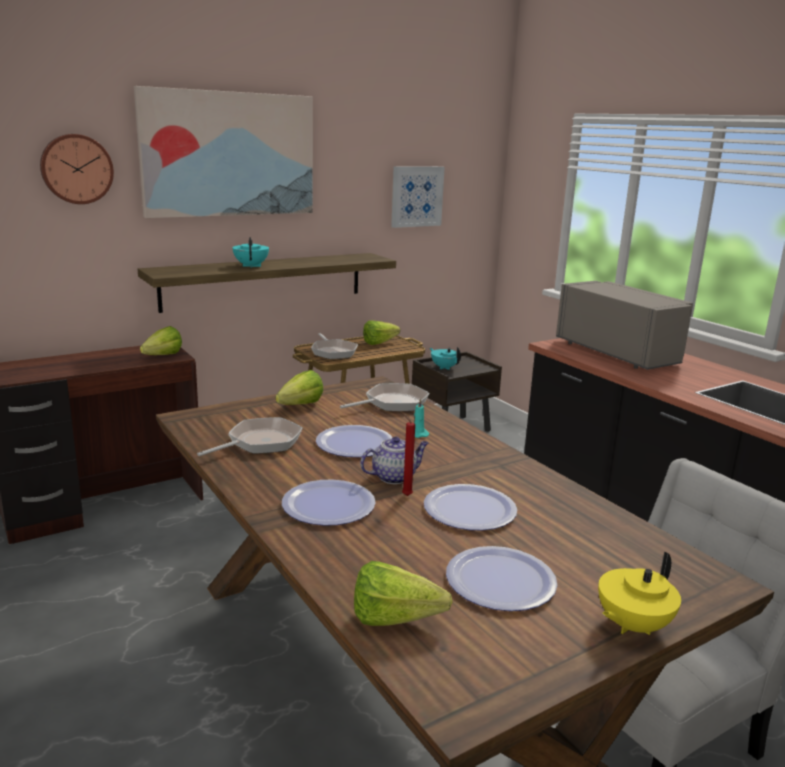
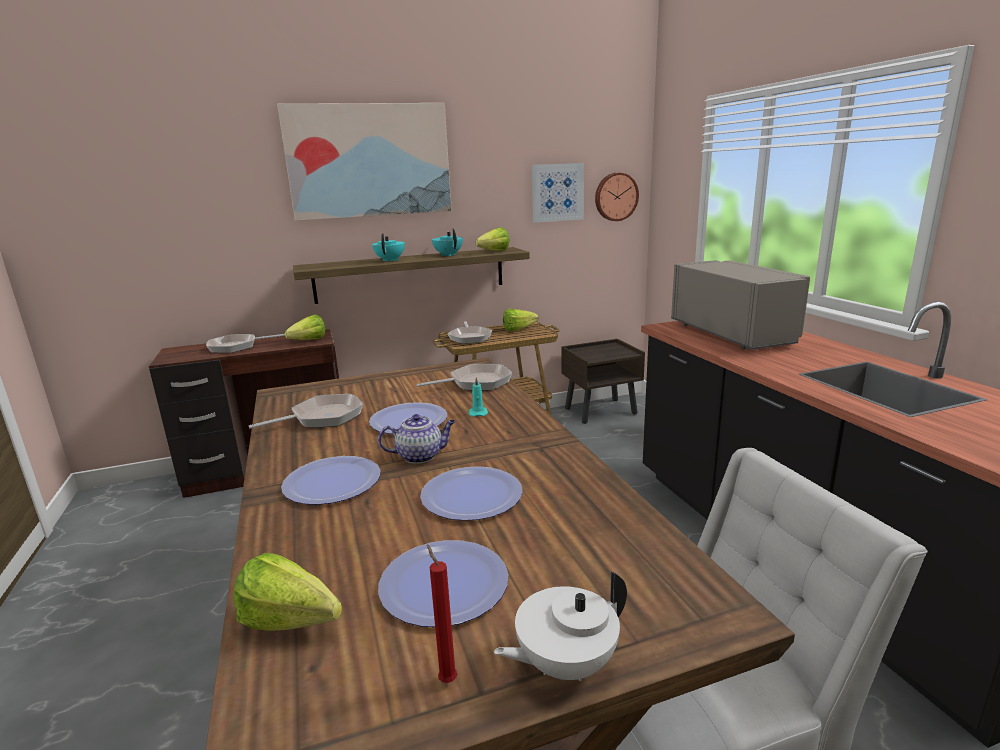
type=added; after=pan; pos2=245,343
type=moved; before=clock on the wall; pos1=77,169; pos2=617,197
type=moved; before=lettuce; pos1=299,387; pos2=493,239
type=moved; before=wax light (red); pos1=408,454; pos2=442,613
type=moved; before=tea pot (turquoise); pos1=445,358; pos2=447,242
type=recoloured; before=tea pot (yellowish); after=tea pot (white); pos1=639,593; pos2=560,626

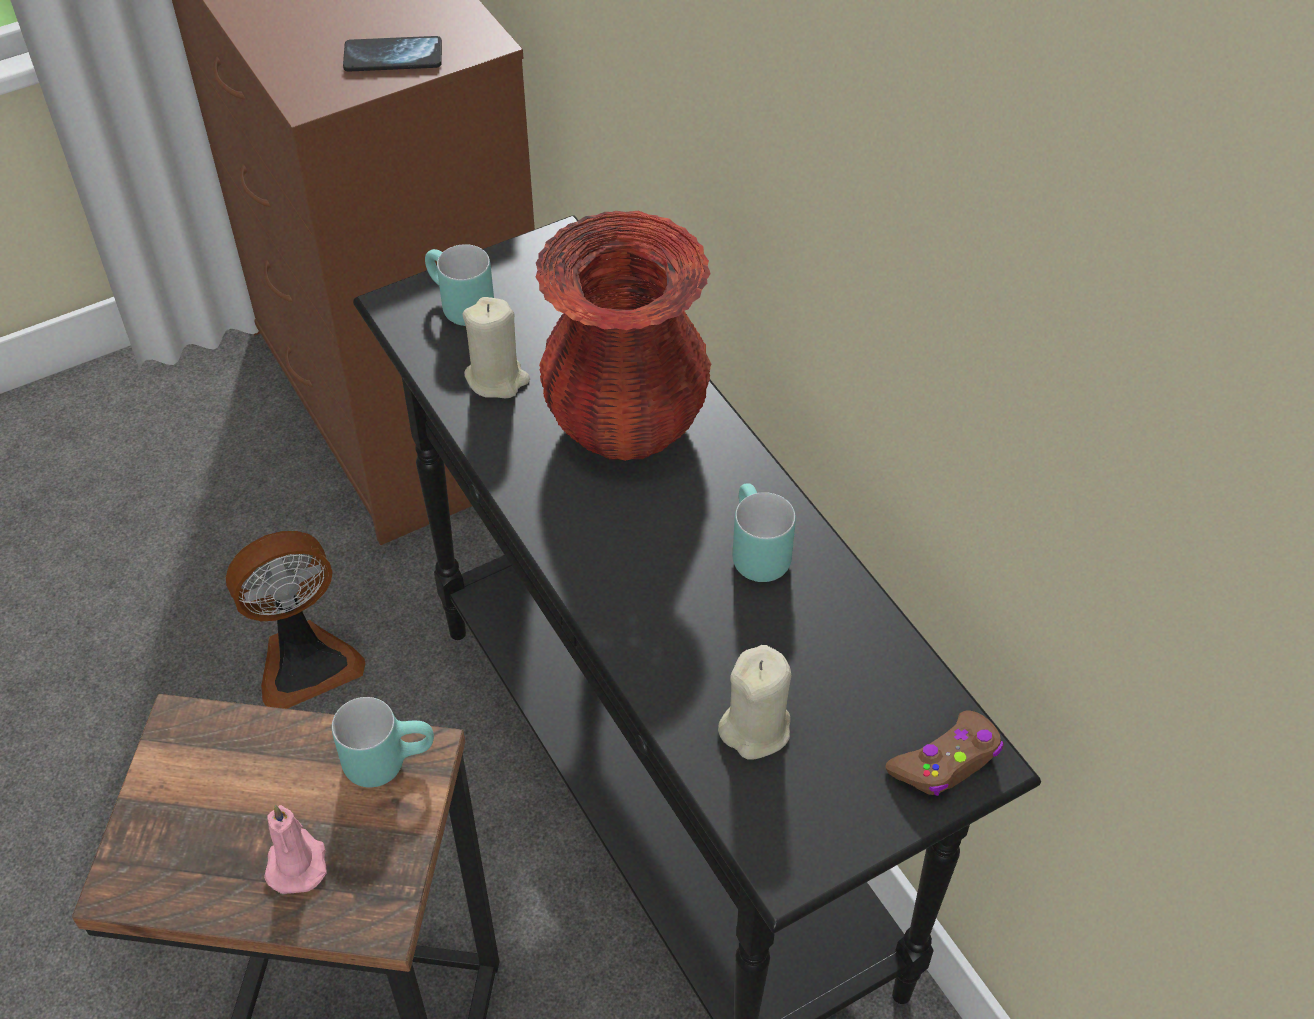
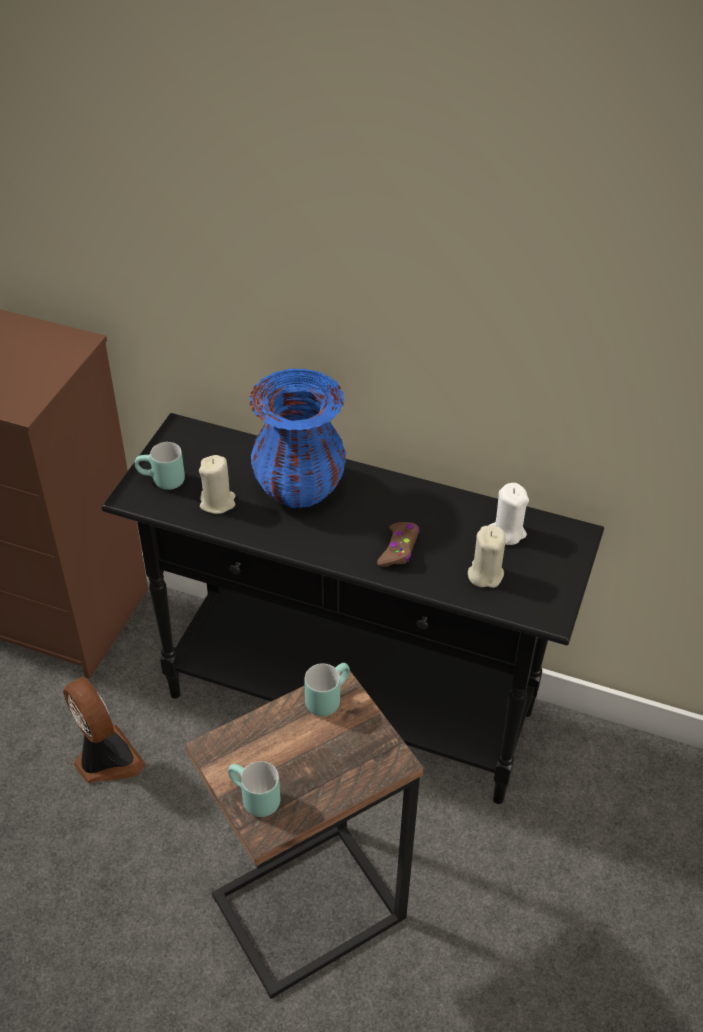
type=removed; before=wax light (pink); pos1=295,849
type=removed; before=phone; pos1=392,54
type=added; after=wax light (white); pos2=509,514
type=moved; before=coffee mug (turquoise); pos1=764,532; pos2=254,789
type=moved; before=gamepad (brown); pos1=944,753; pos2=398,544
type=recoloured; before=flower vase (red); after=flower vase (blue-coloured); pos1=623,336; pos2=297,438
type=turned; before=electric fan; pos1=296,620; pos2=104,730; turn=-60

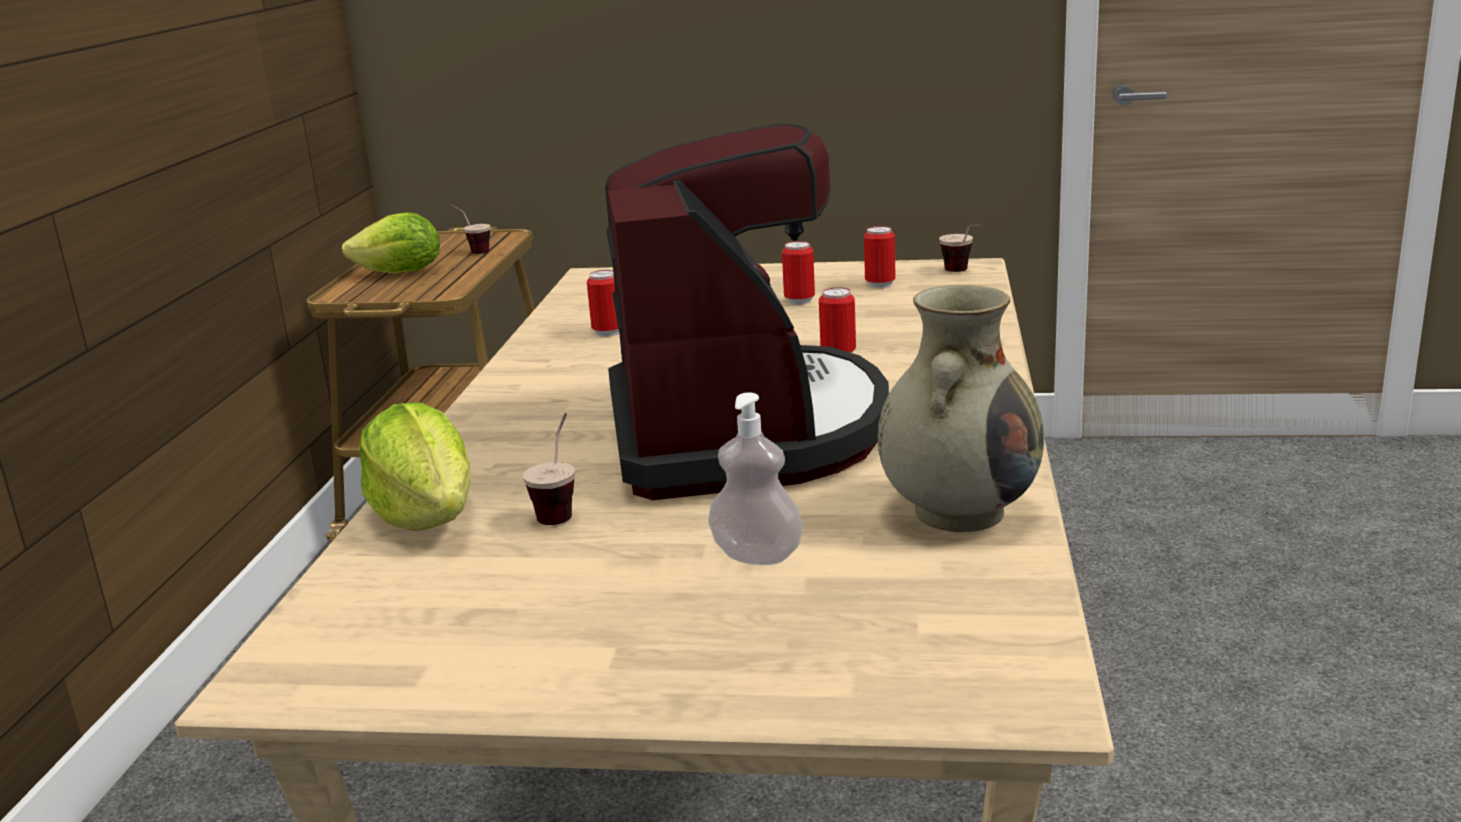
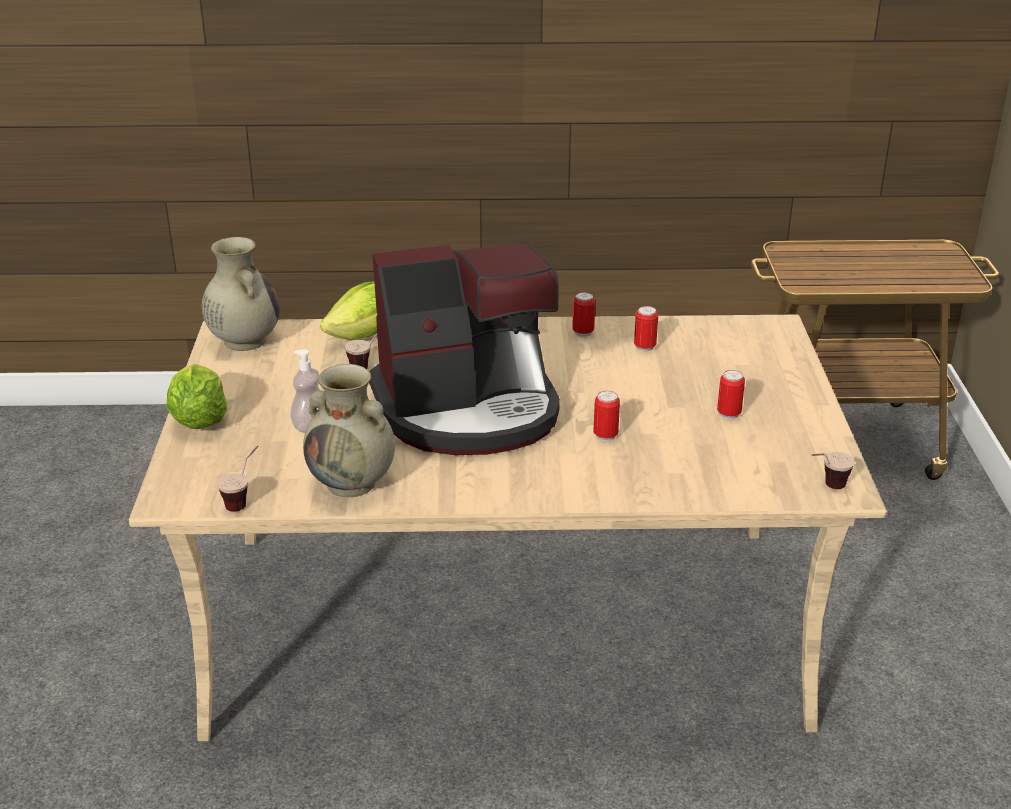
type=added; after=flower vase (beige-coloured); pos2=241,294
type=moved; before=lettuce; pos1=391,243; pos2=197,396
type=moved; before=cup; pos1=471,229; pos2=238,478
type=moved; before=metal can; pos1=880,257; pos2=583,314

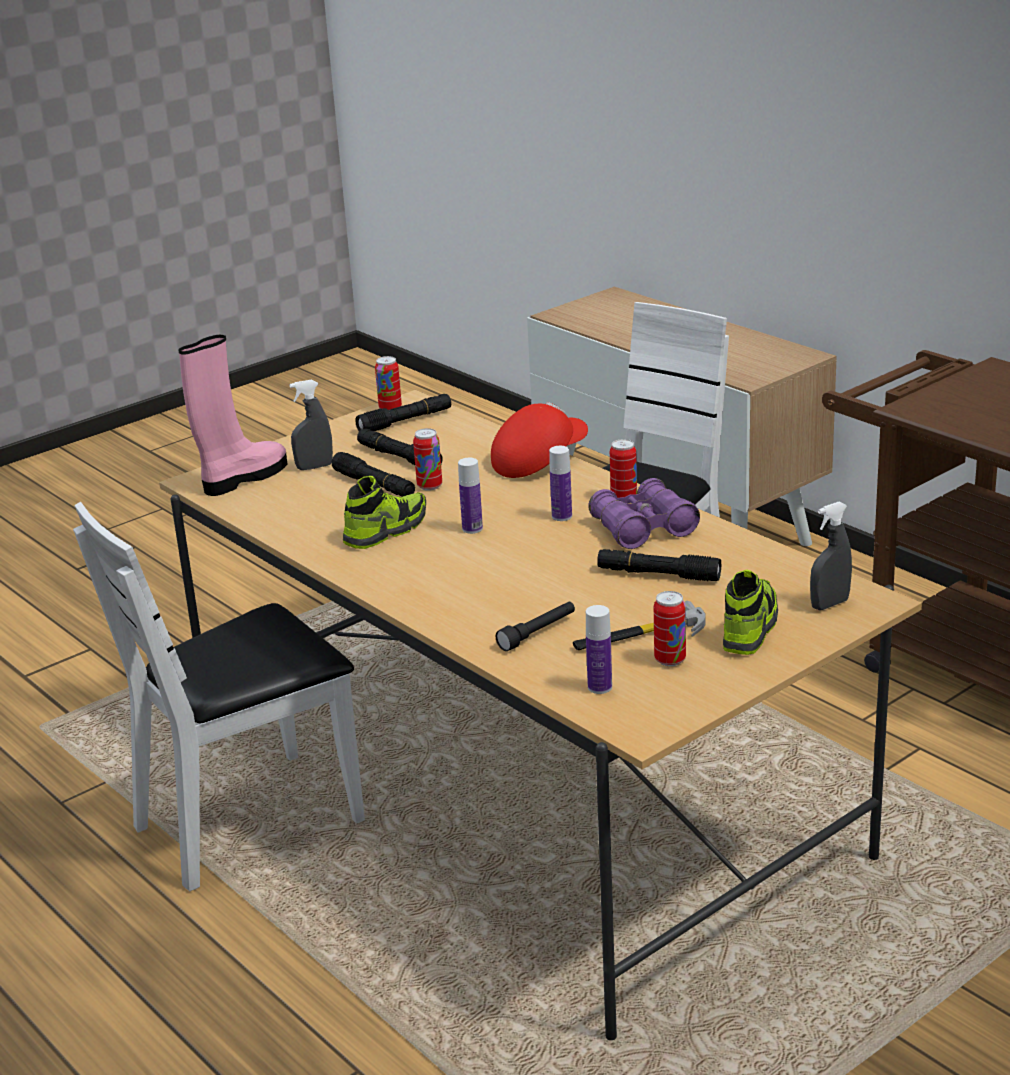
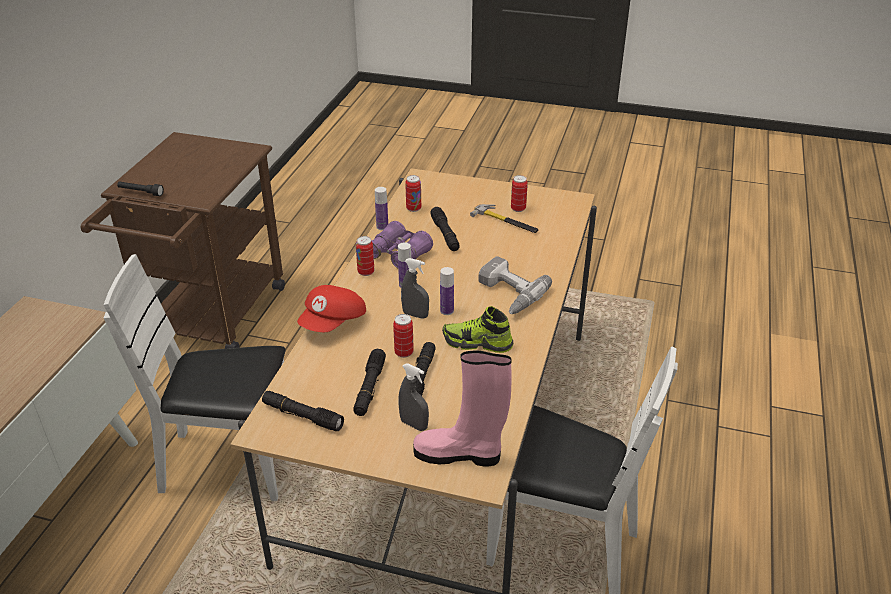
type=removed; before=low shoe; pos1=750,612
type=added; after=drill; pos2=515,285
type=moved; before=metal can; pos1=388,383; pos2=413,193
type=moved; before=hand torch (black-coloured); pos1=535,626; pos2=140,189
type=moved; before=bottle; pos1=599,649; pos2=381,208
type=moved; before=sprayer (greyish); pos1=831,556; pos2=415,288
type=turned; before=cap (red); pos1=539,440; pos2=331,308; turn=-75

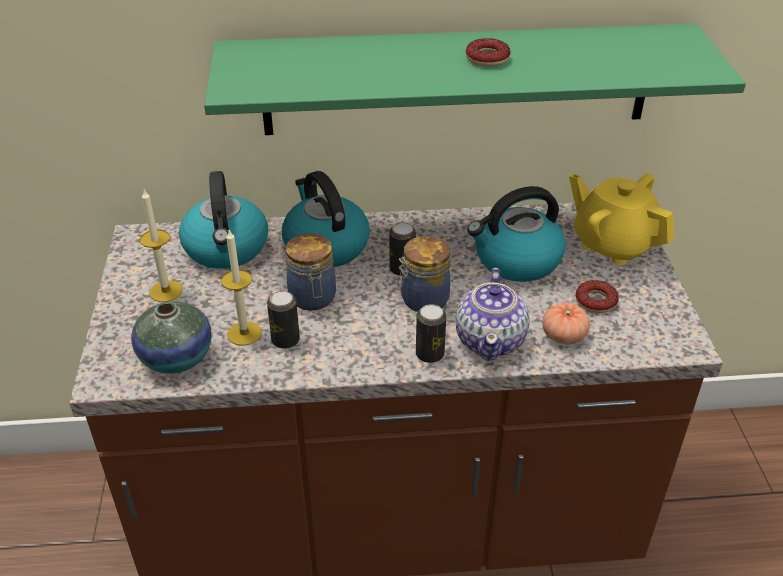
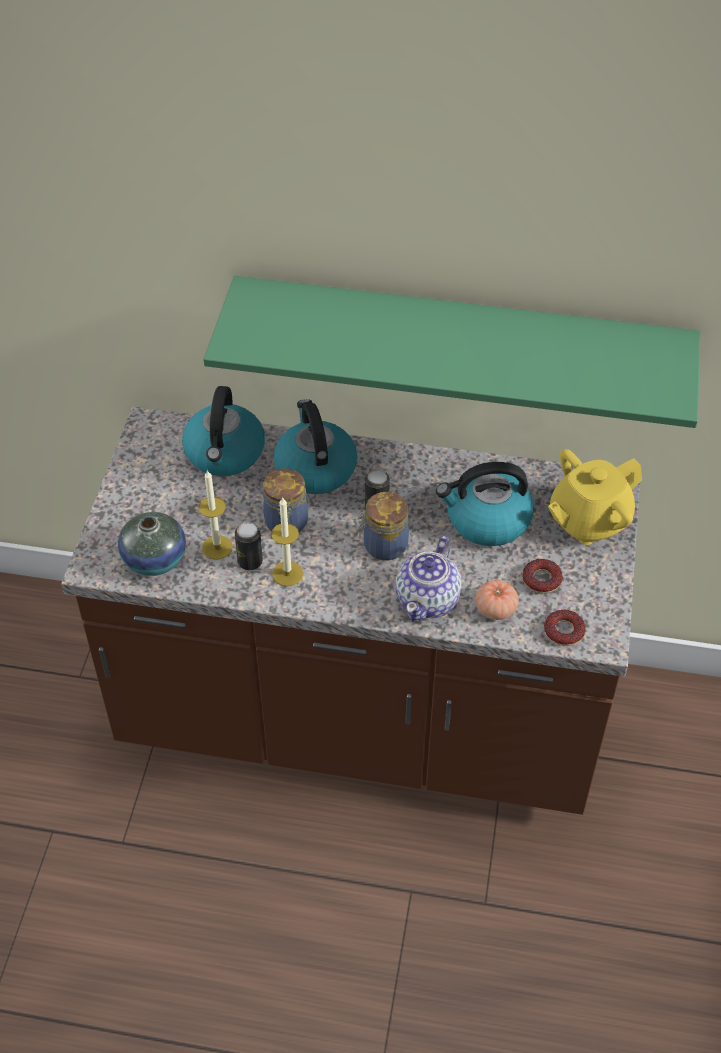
type=removed; before=metal can; pos1=431,333
type=moved; before=wax light; pos1=161,246; pos2=287,542
type=moved; before=doughnut; pos1=488,52; pos2=565,628
type=turned; before=tea pot (yellowish); pos1=621,219; pos2=595,497; turn=-90

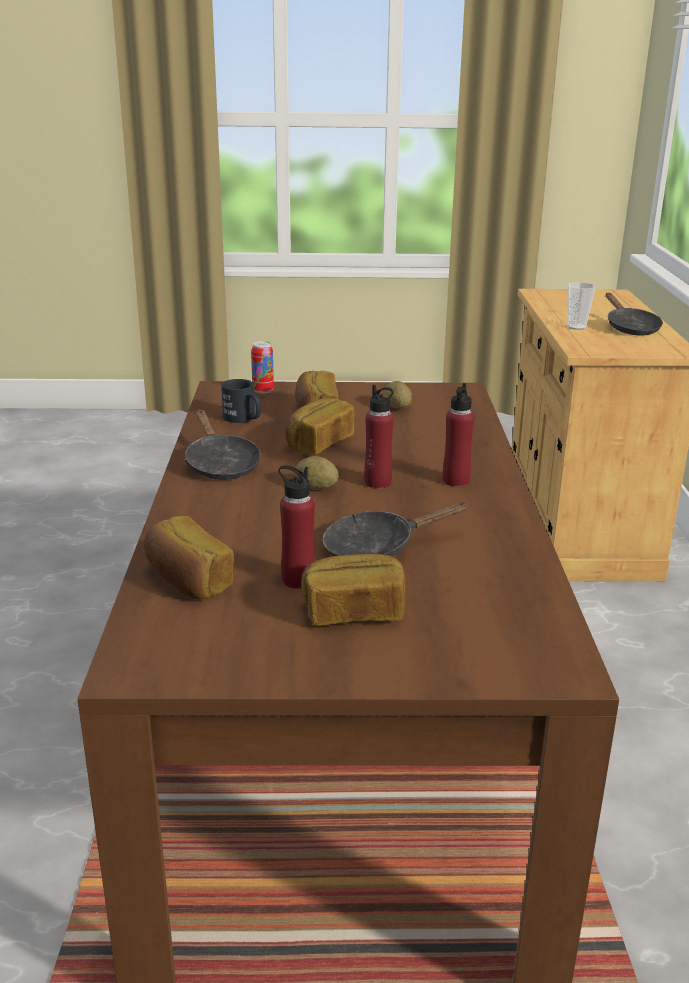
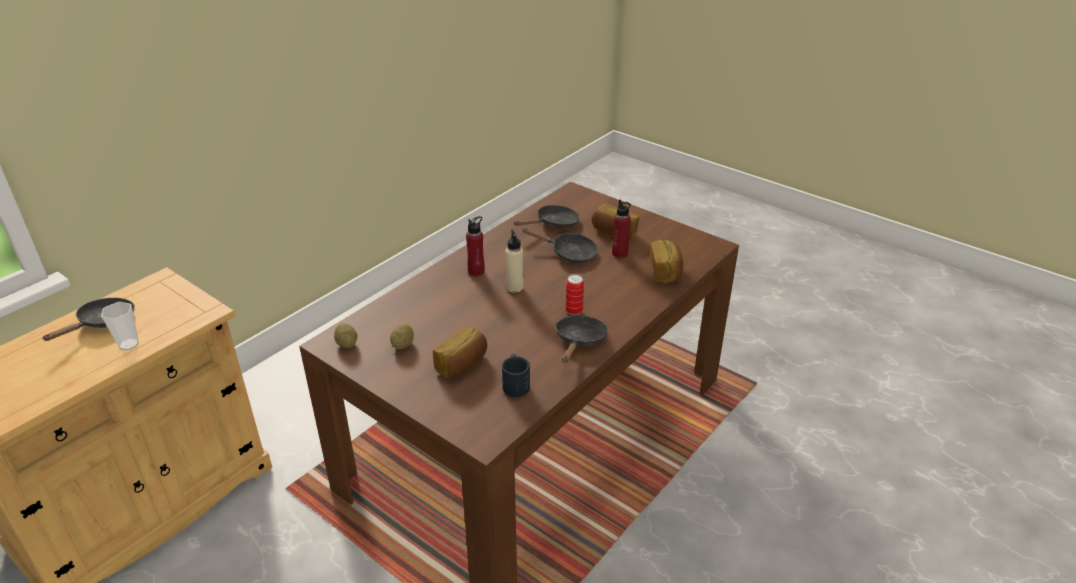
type=removed; before=bakery bread; pos1=319,426
type=added; after=pan (black-coloured); pos2=547,216
type=moved; before=metal can; pos1=262,367; pos2=575,295
type=moved; before=potato; pos1=317,472; pos2=346,335
type=recoloured; before=bottle (red); after=bottle (beige-coloured); pos1=379,437; pos2=514,261

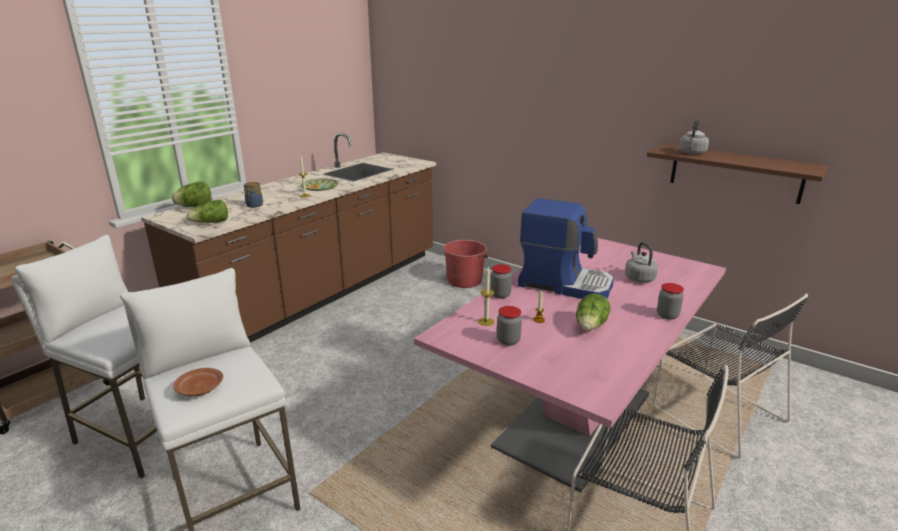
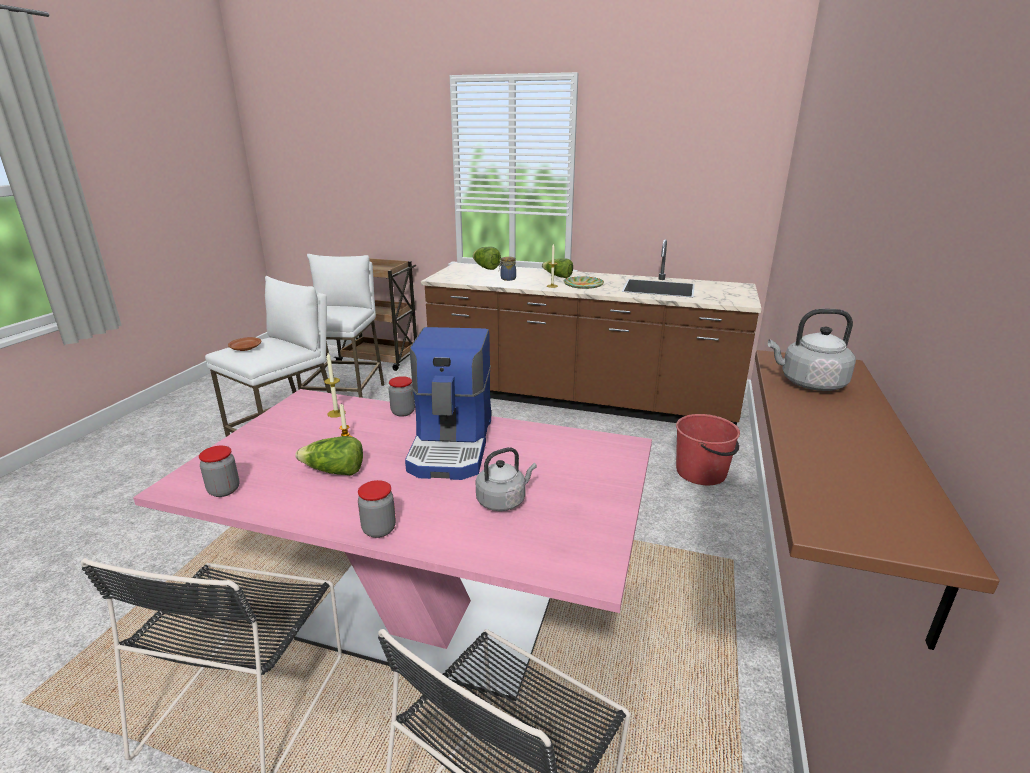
type=moved; before=lettuce; pos1=207,211; pos2=557,268
type=moved; before=jar; pos1=509,326; pos2=219,471

